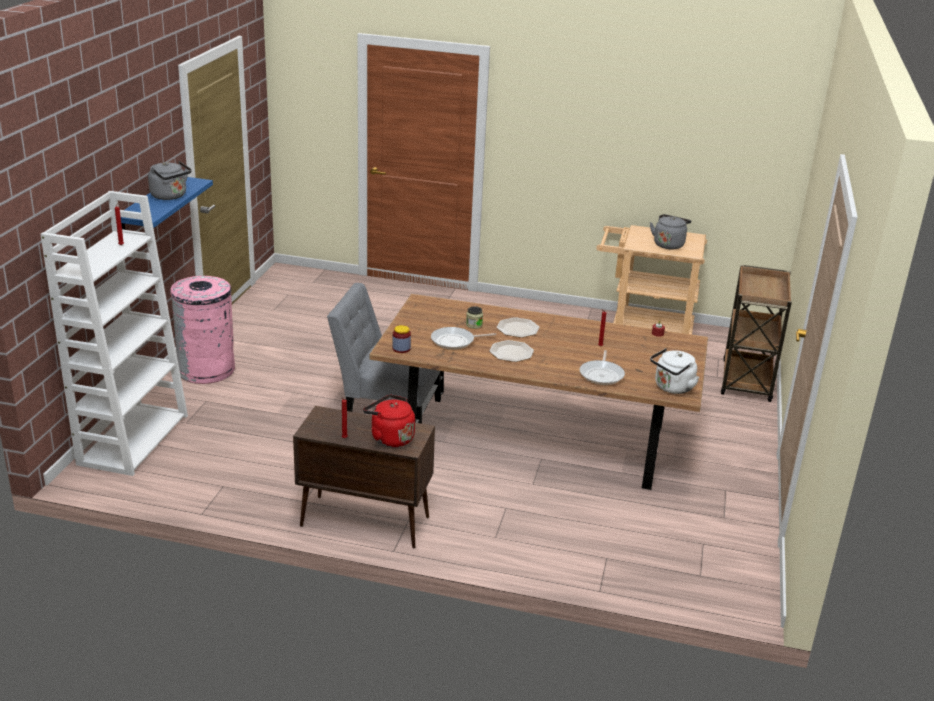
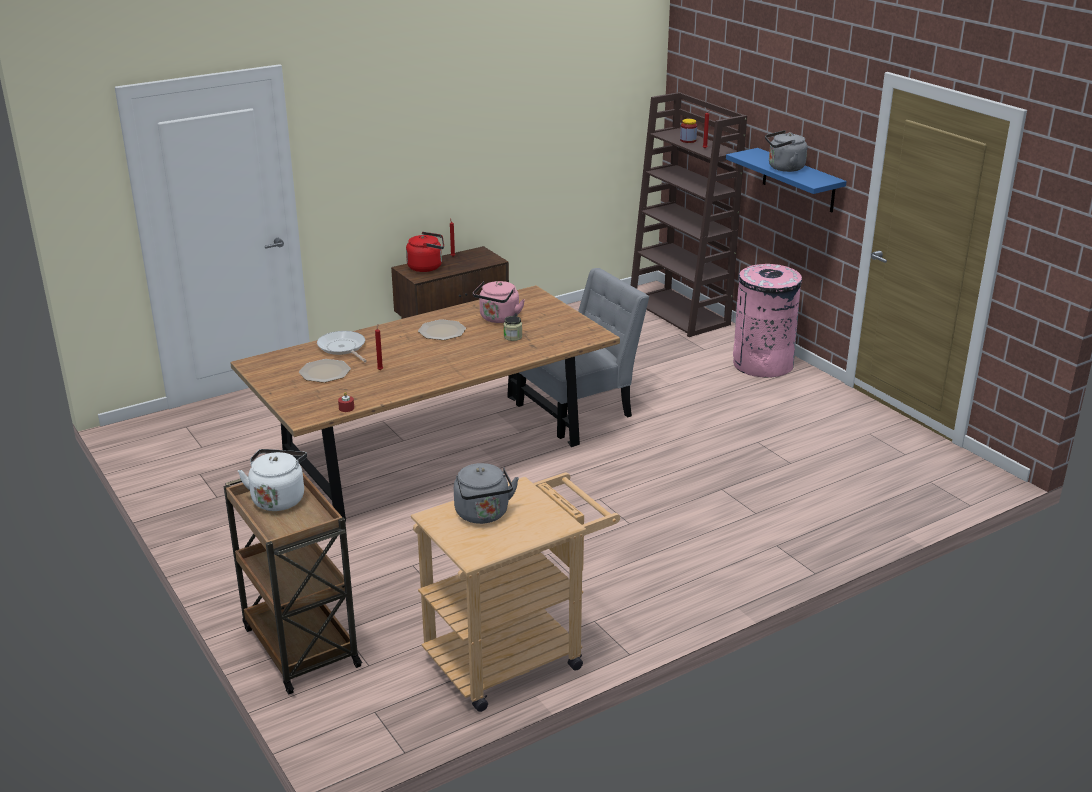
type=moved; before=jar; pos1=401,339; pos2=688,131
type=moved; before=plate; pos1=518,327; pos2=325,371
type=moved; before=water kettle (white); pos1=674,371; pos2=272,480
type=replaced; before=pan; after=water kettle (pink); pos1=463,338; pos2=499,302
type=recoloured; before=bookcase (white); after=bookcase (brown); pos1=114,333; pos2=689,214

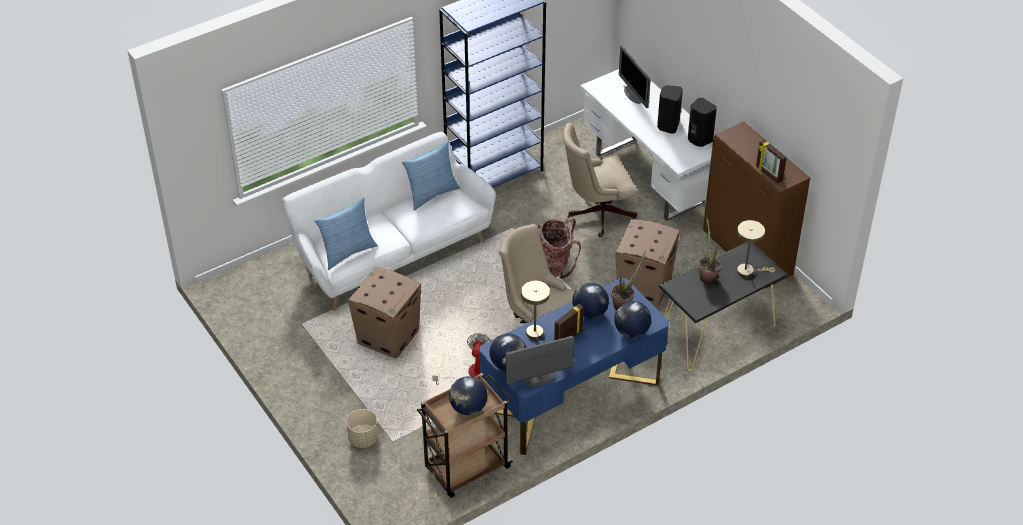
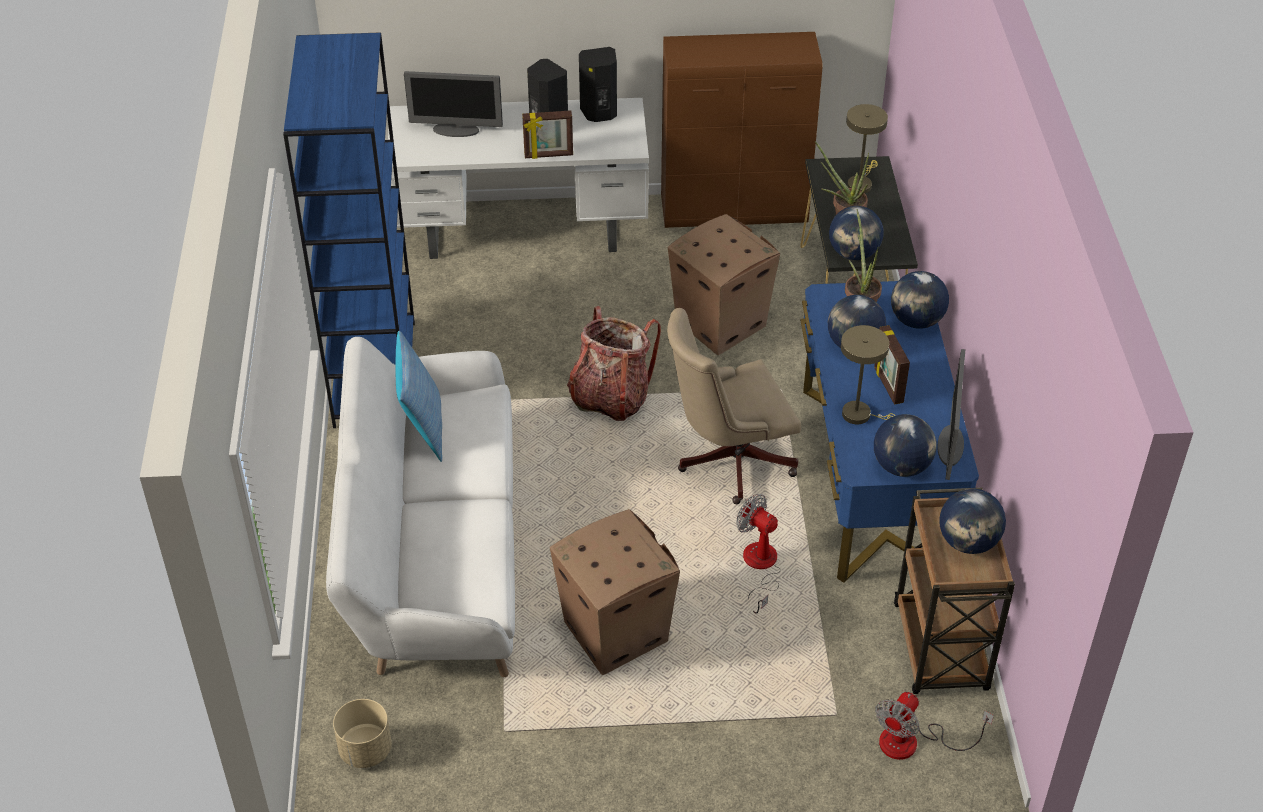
type=removed; before=throw pillow; pos1=346,233
type=removed; before=computer chair (beige-coloured); pos1=600,180
type=added; after=globe; pos2=856,233
type=added; after=electric fan; pos2=934,726
type=moved; before=plant pot (beige-coloured); pos1=362,428; pos2=362,733
type=moved; before=picture frame; pos1=771,161; pos2=547,134

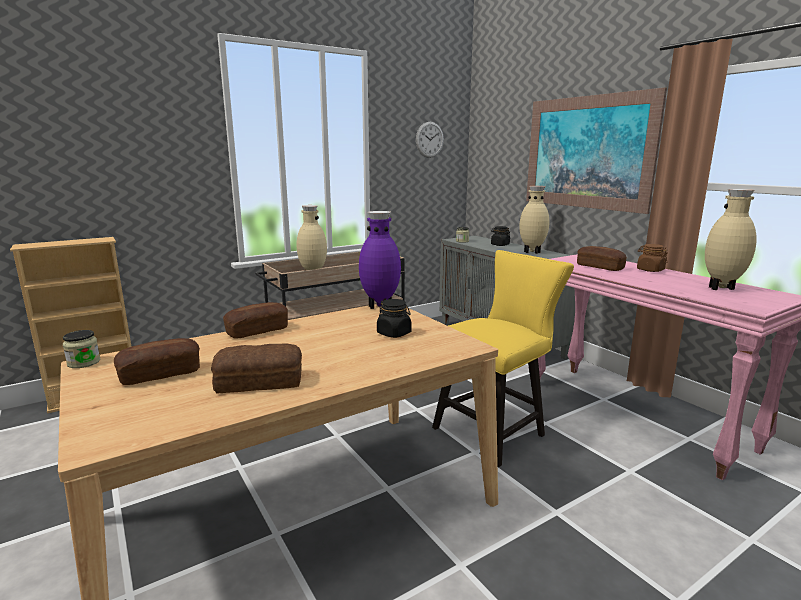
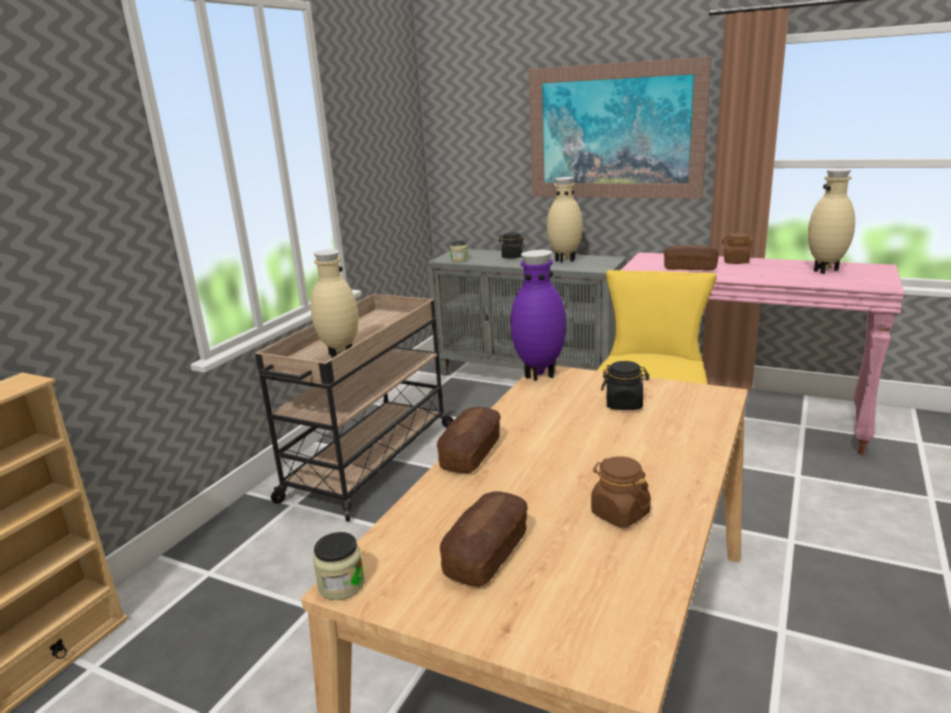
type=removed; before=clock on the wall; pos1=430,140
type=replaced; before=bakery bread; after=jar (brown); pos1=256,368; pos2=621,491

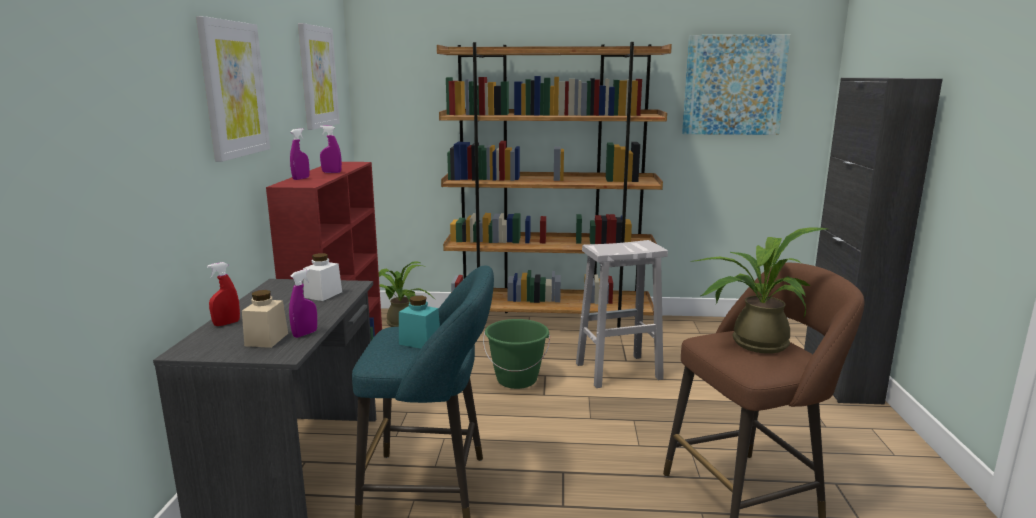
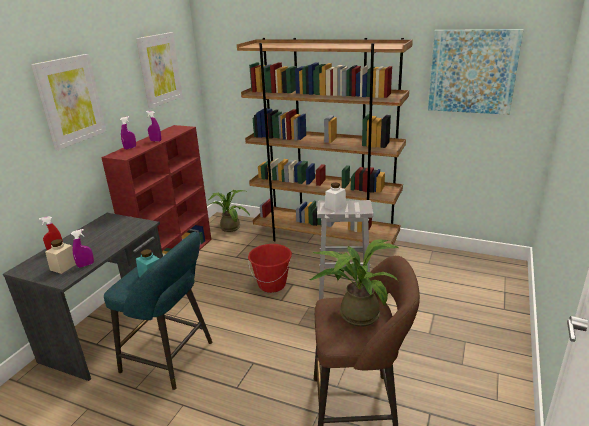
type=removed; before=cabinet (black-coloured); pos1=873,241
type=moved; before=jar (white); pos1=322,277; pos2=335,196
type=recoloured; before=bucket (green); after=bucket (red); pos1=516,354; pos2=270,268

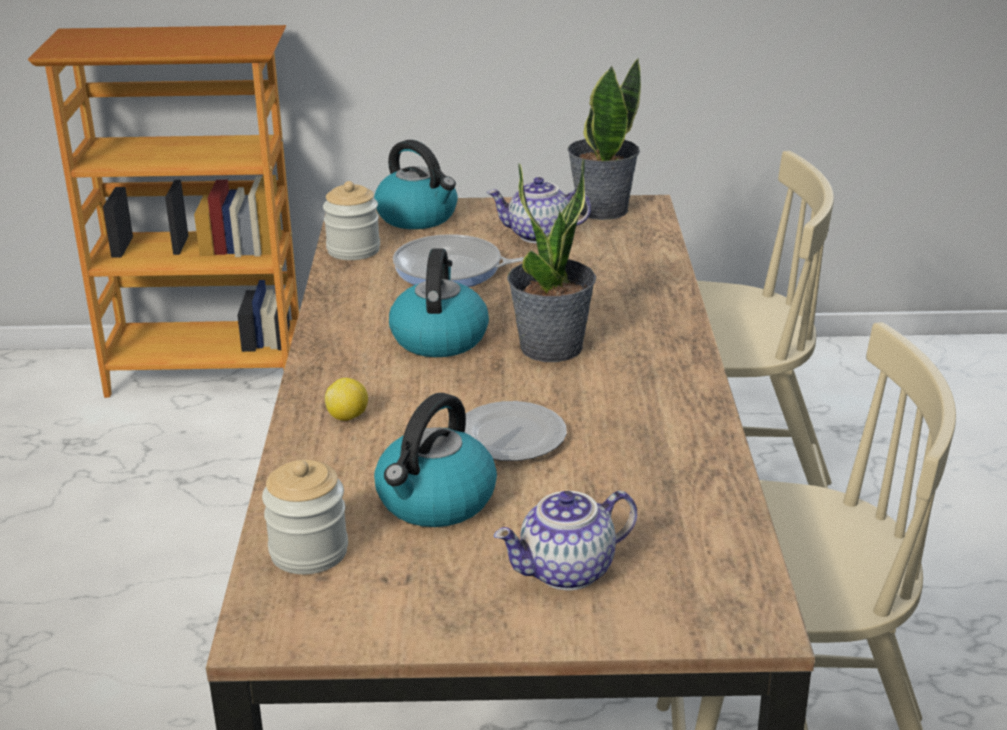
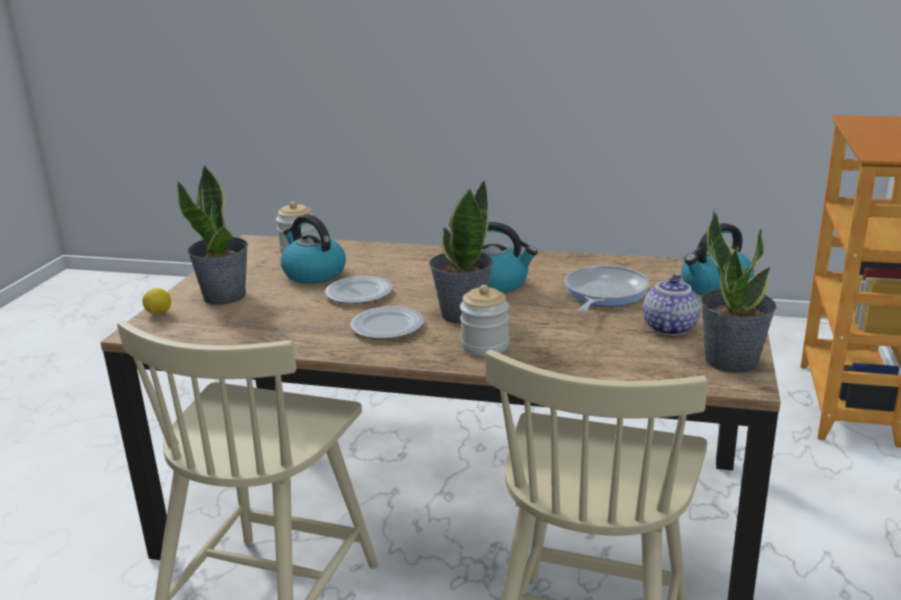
type=added; after=plate; pos2=387,322
type=moved; before=jar; pos1=351,220; pos2=484,320
type=moved; before=lemon; pos1=346,399; pos2=156,301
type=replaced; before=tea pot; after=potted plant; pos1=565,540; pos2=212,235

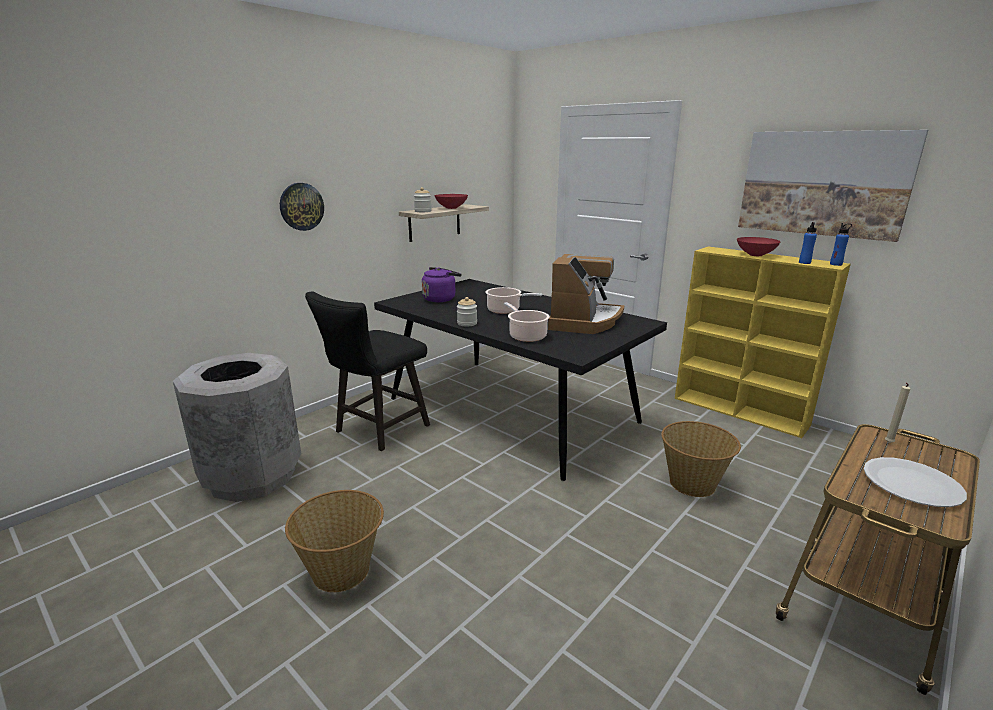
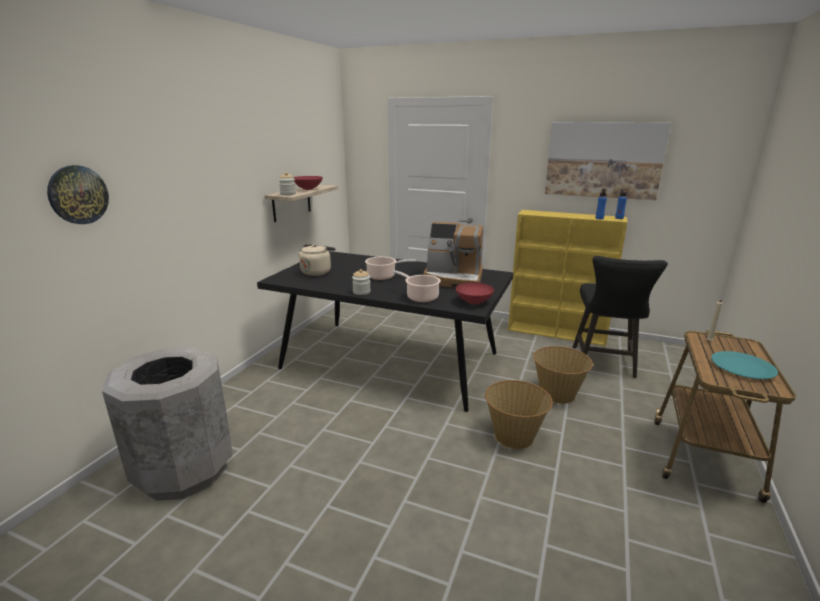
type=moved; before=clock on the wall; pos1=302,207; pos2=78,194
type=moved; before=storage basket; pos1=334,541; pos2=519,414
type=moved; before=stool seat (black-coloured); pos1=367,371; pos2=620,317
type=moved; before=bowl (red); pos1=758,246; pos2=475,293
type=recoloured; before=water kettle (purple); after=water kettle (beige-coloured); pos1=442,284; pos2=316,260
type=recoloured; before=plate (white); after=plate (turquoise); pos1=915,482; pos2=744,365
type=turned; before=coffee machine; pos1=586,294; pos2=453,254; turn=105

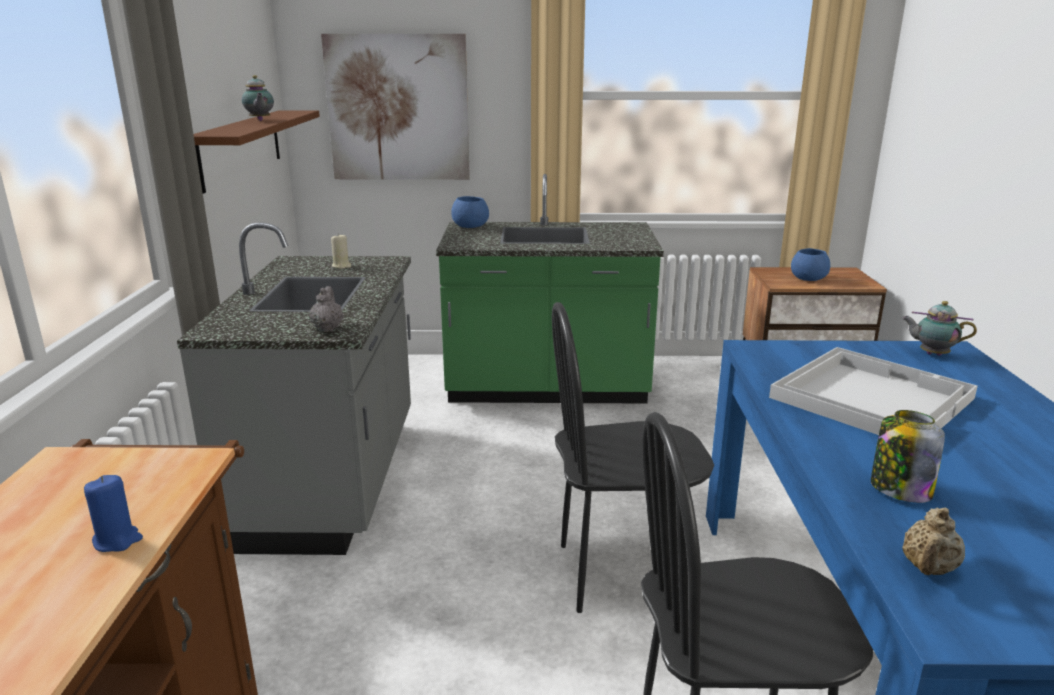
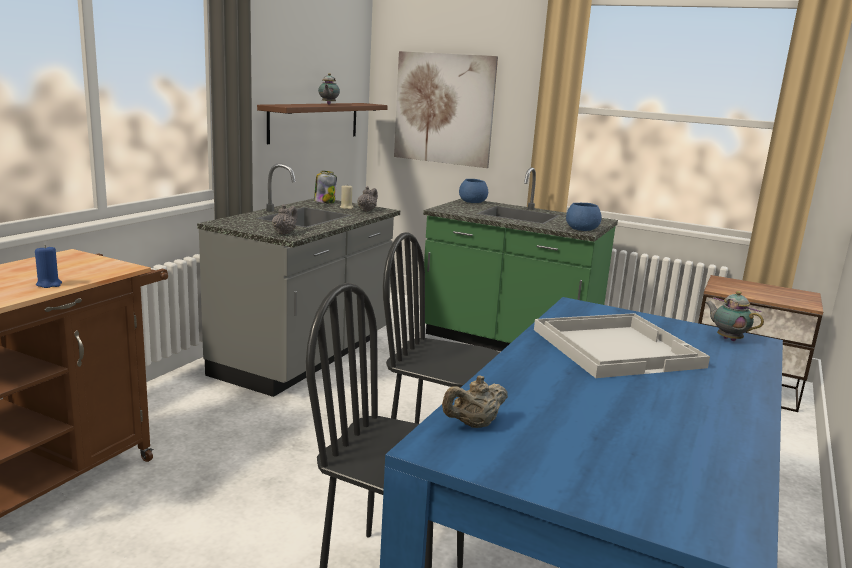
type=added; after=tea pot (greyish); pos2=367,199
type=moved; before=bowl (blue-coloured); pos1=810,264; pos2=584,217
type=moved; before=jar; pos1=908,456; pos2=325,187

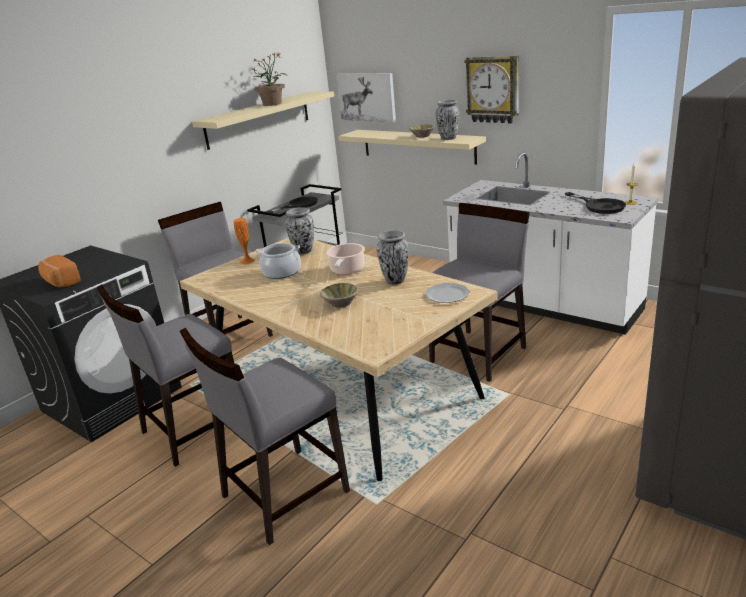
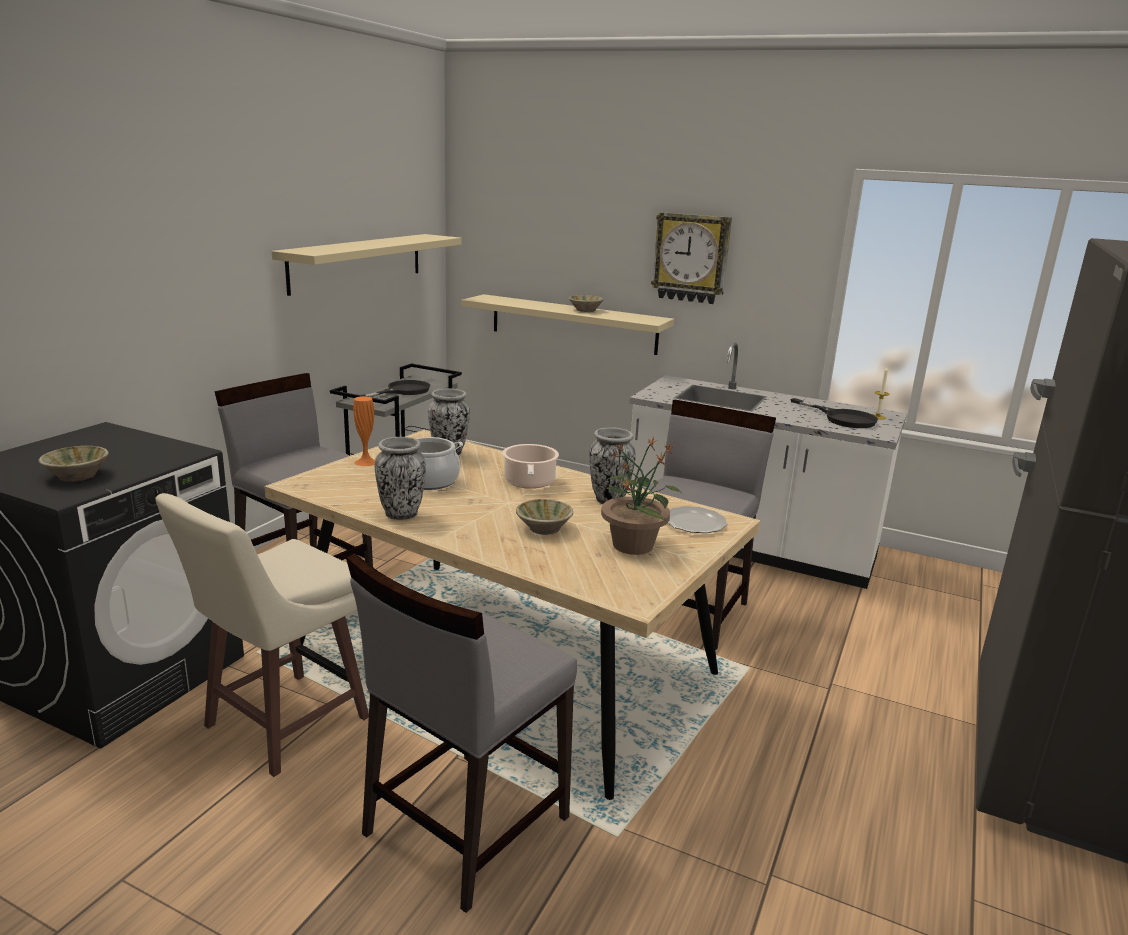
type=removed; before=wall picture; pos1=366,97
type=moved; before=potted plant; pos1=269,79; pos2=641,496
type=moved; before=flower vase; pos1=447,120; pos2=400,478
type=replaced; before=bakery bread; after=bowl (beige-coloured); pos1=59,271; pos2=73,464
type=replaced; before=upright chair (greyish); after=stool seat (beige-coloured); pos1=165,376; pos2=262,635

